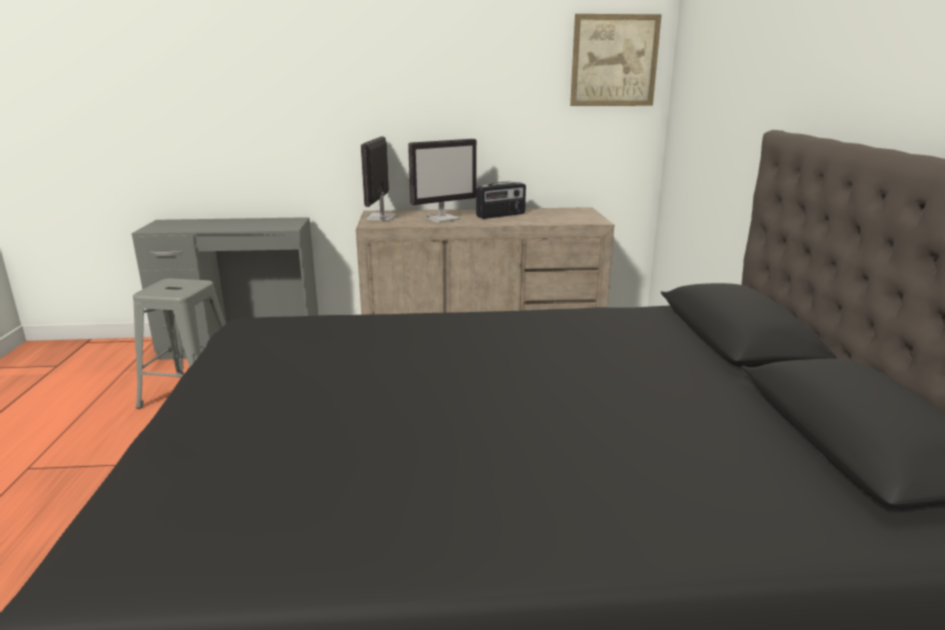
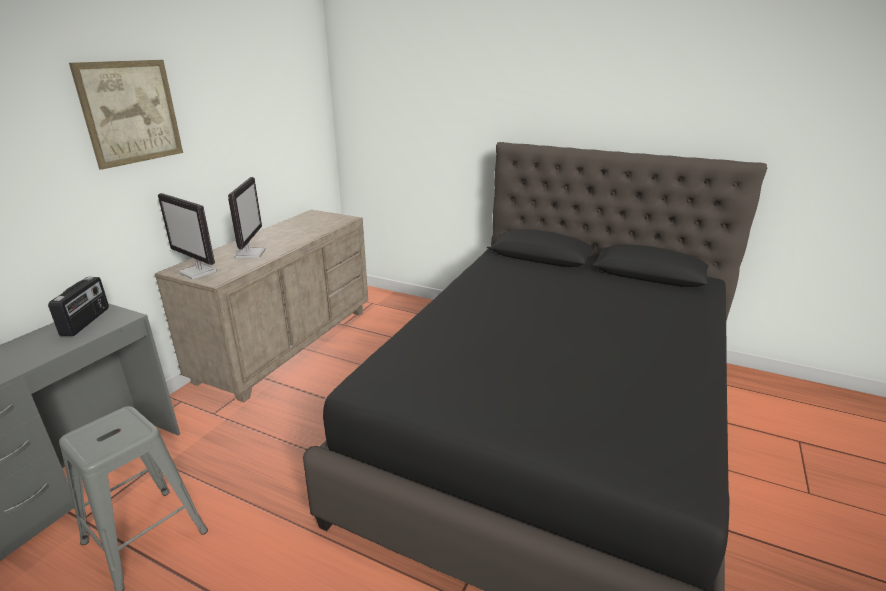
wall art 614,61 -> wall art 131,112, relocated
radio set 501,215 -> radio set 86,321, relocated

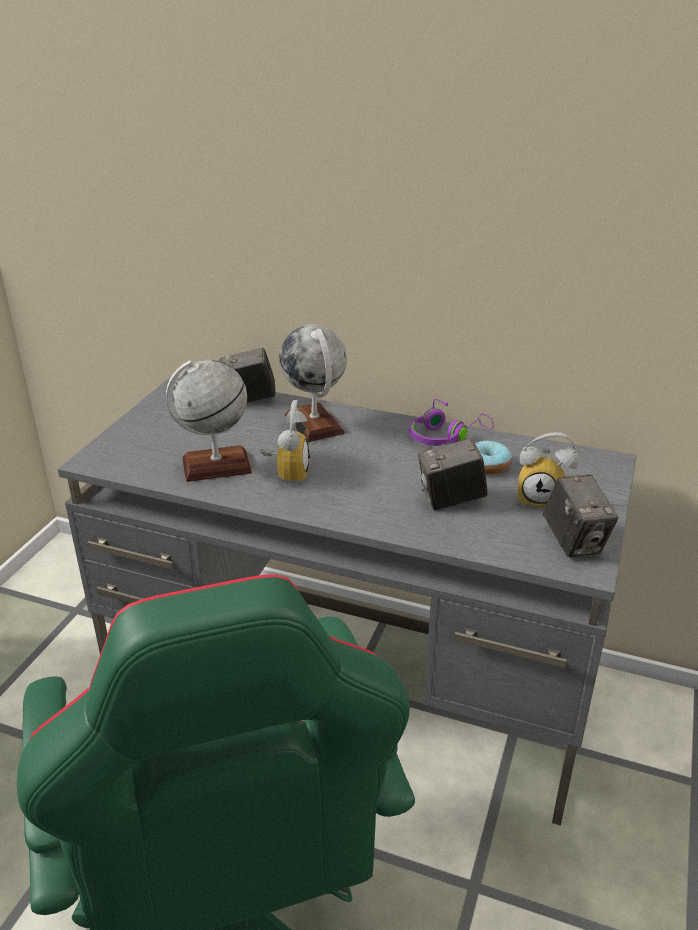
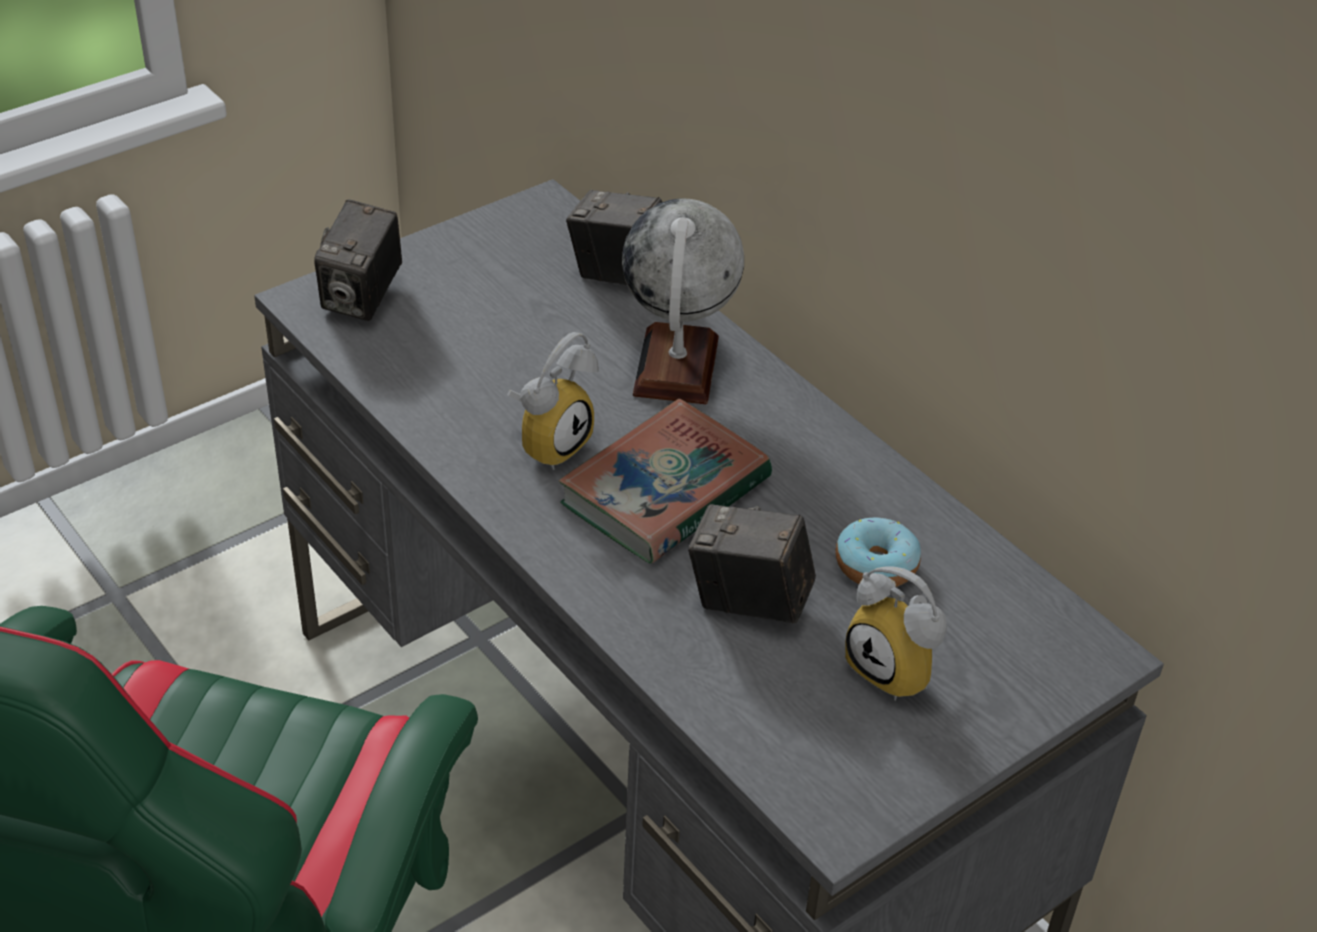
world globe 216,466 -> none
purple-coloured pair of headphones 445,437 -> none
still camera 574,542 -> still camera 362,298, relocated
none -> book 665,491

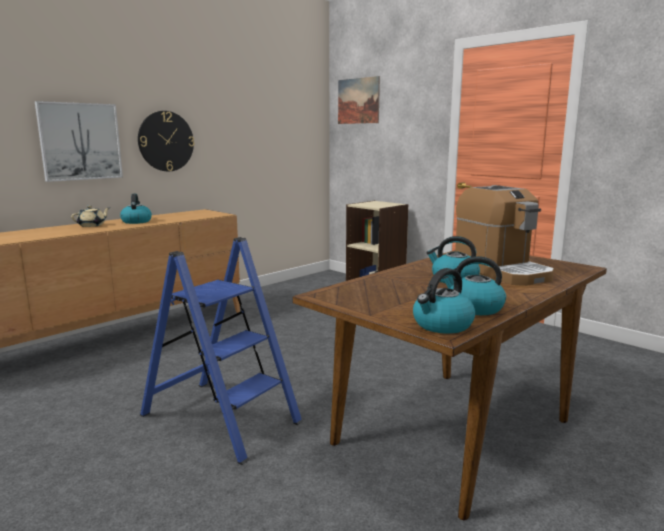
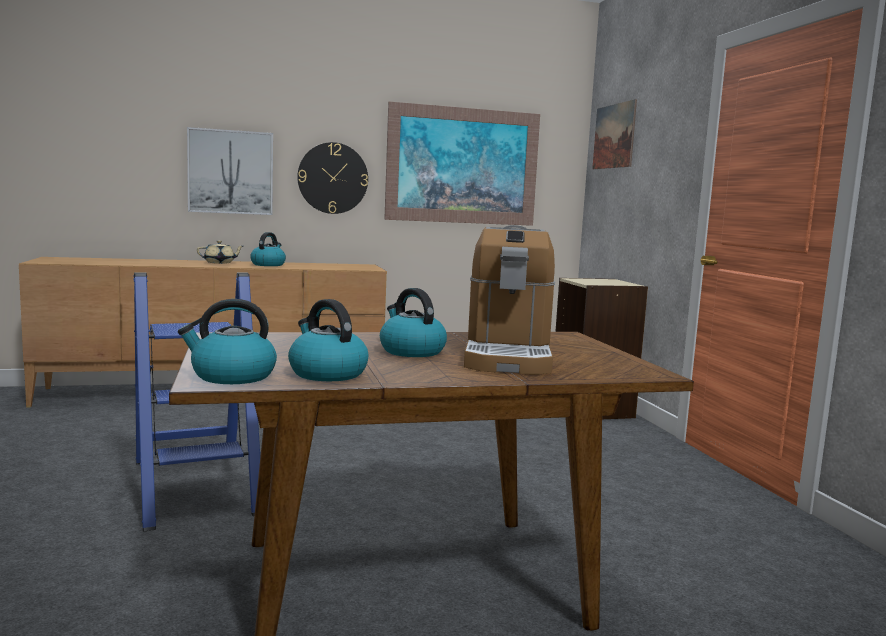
none -> wall art 463,166

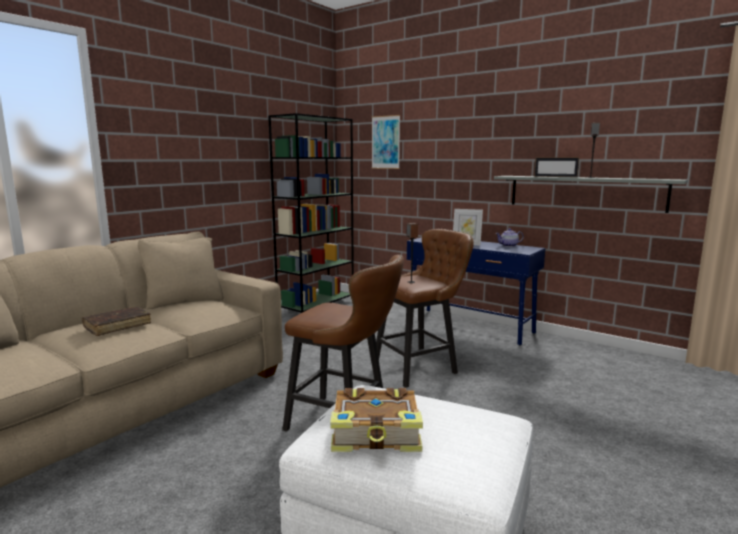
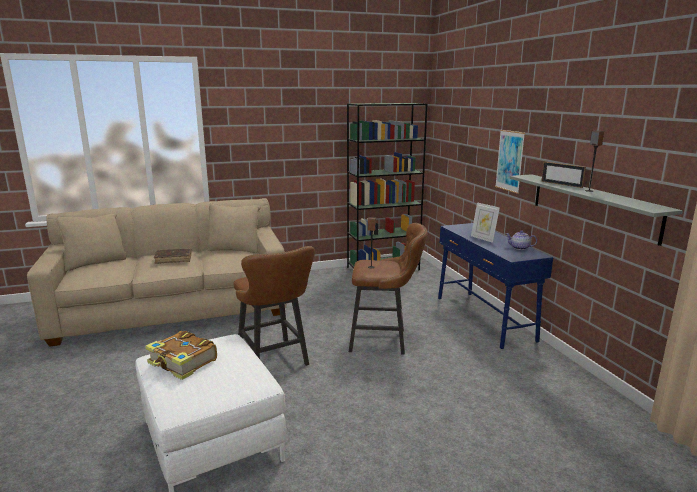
wall art 385,142 -> wall art 509,161, relocated

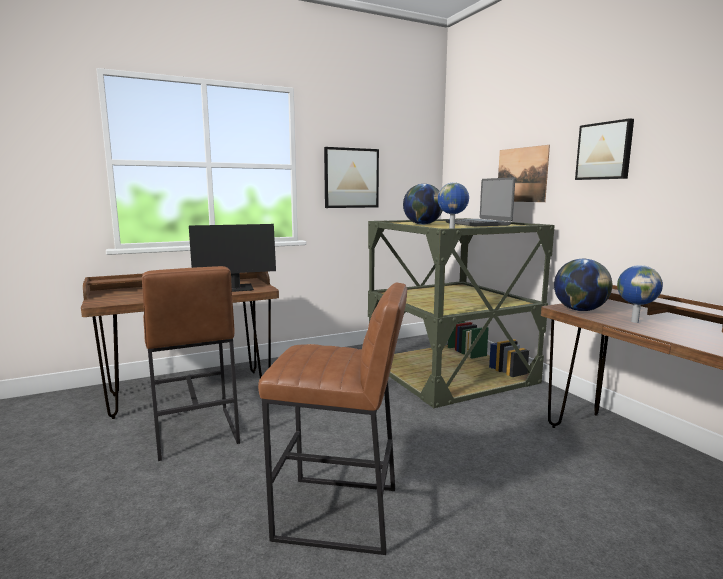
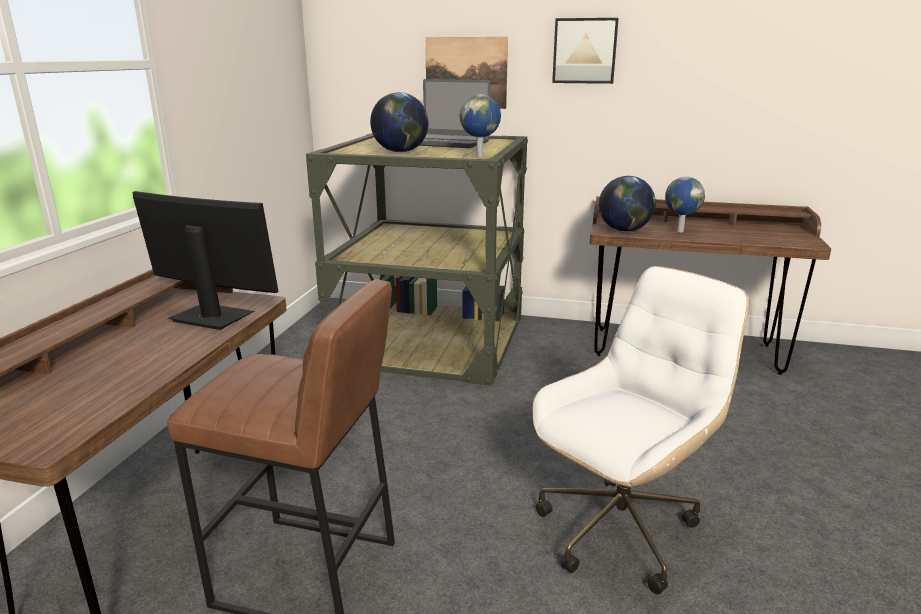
wall art 351,178 -> none
computer screen 235,289 -> computer screen 212,317, 90 degrees counterclockwise
brown sitting stool 339,513 -> white-coloured computer chair 622,529

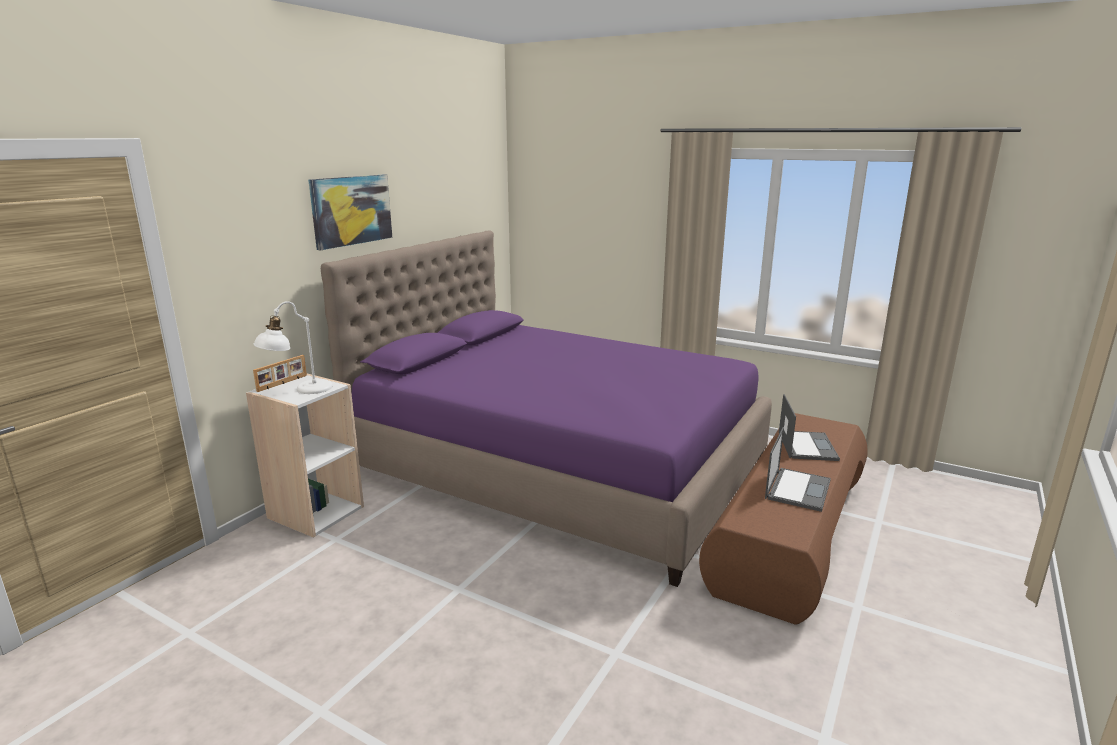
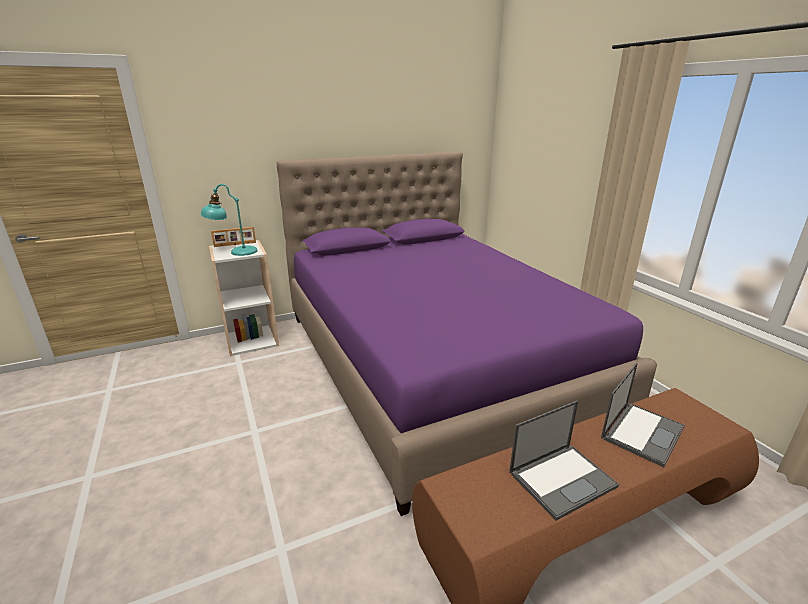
wall art 351,210 -> none
white-coloured tabletop lamp 299,391 -> turquoise-coloured tabletop lamp 233,251

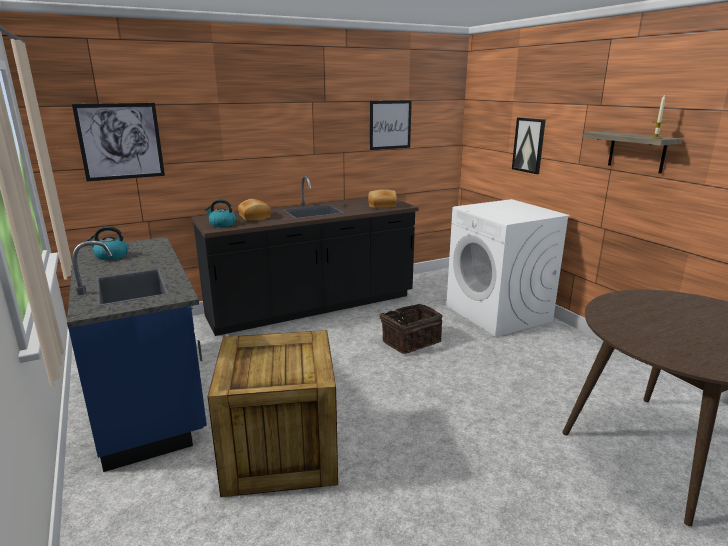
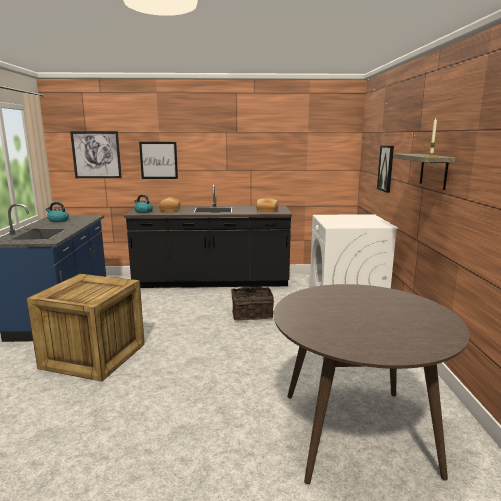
wall art 390,125 -> wall art 158,160, relocated

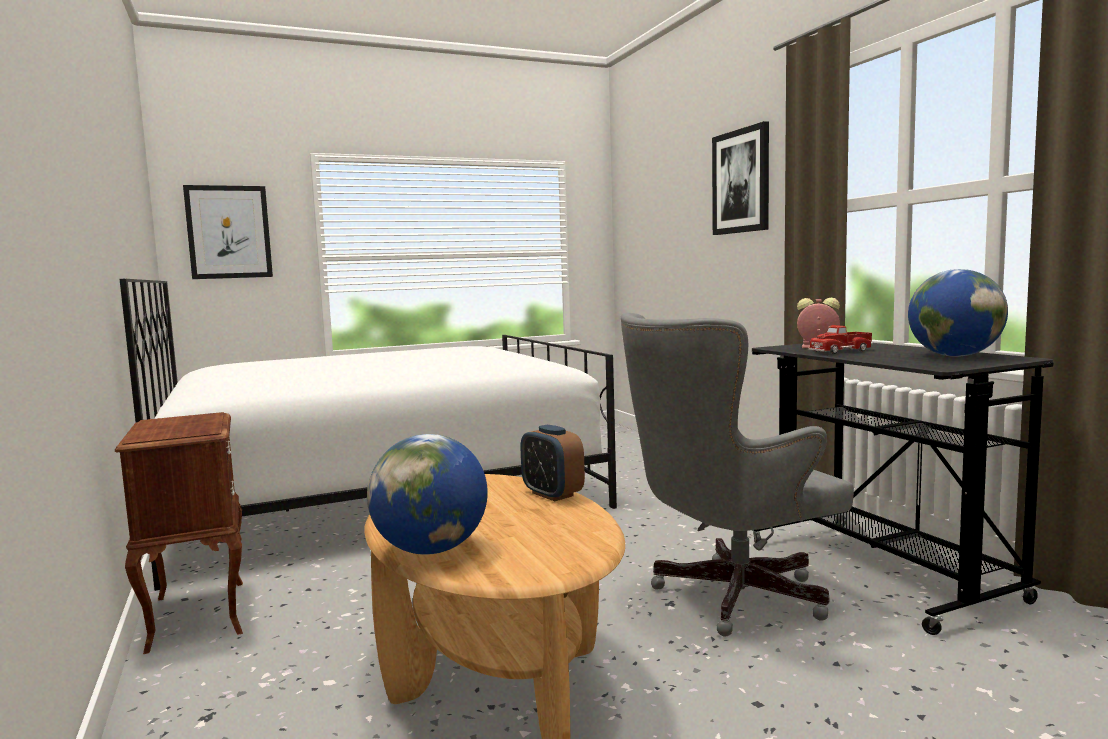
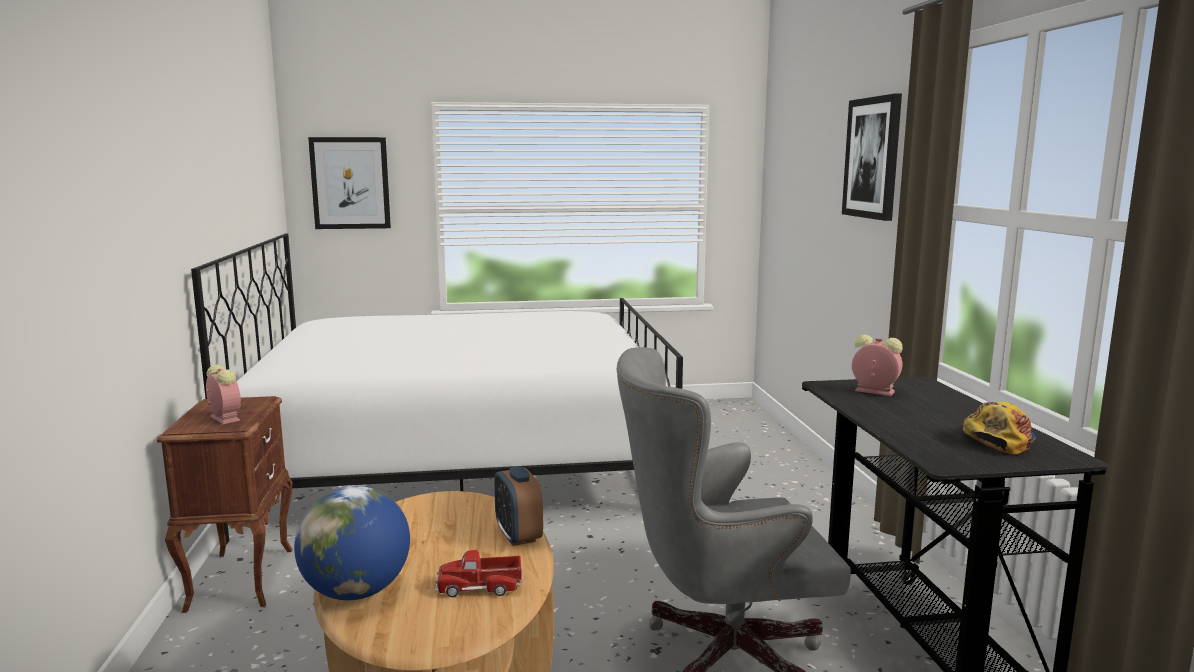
world globe 954,356 -> peaked cap 998,439
toy lorry 840,351 -> toy lorry 479,587, relocated
none -> alarm clock 224,418

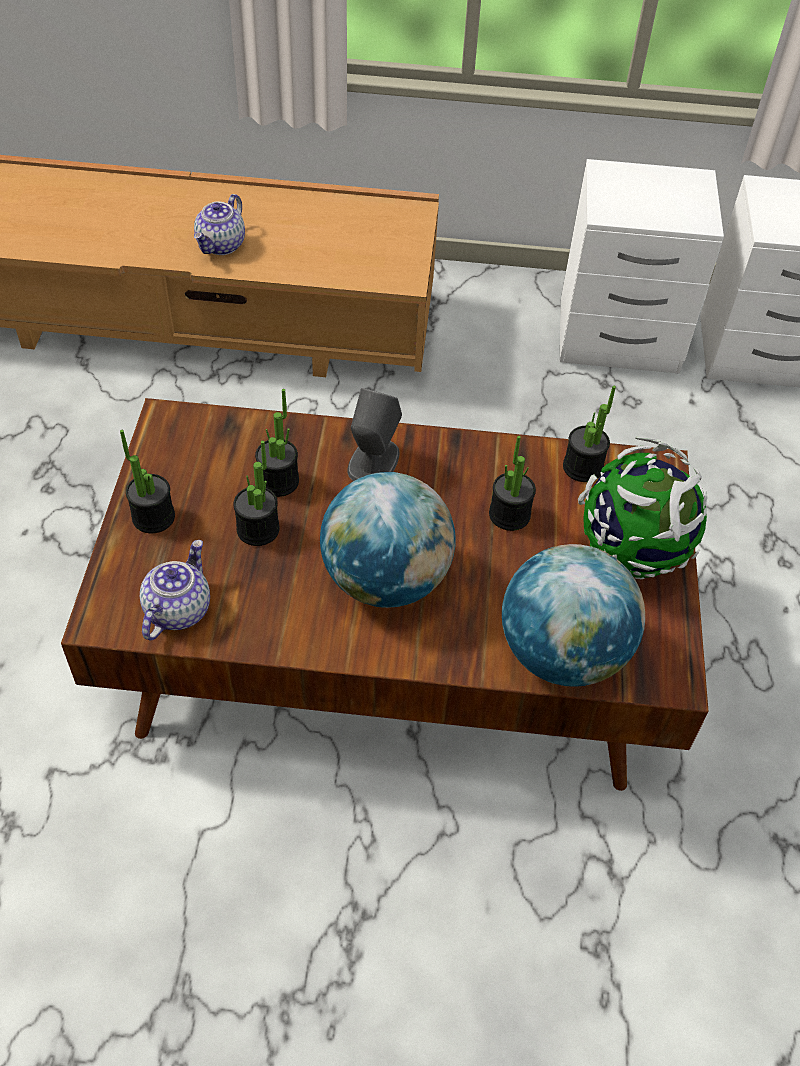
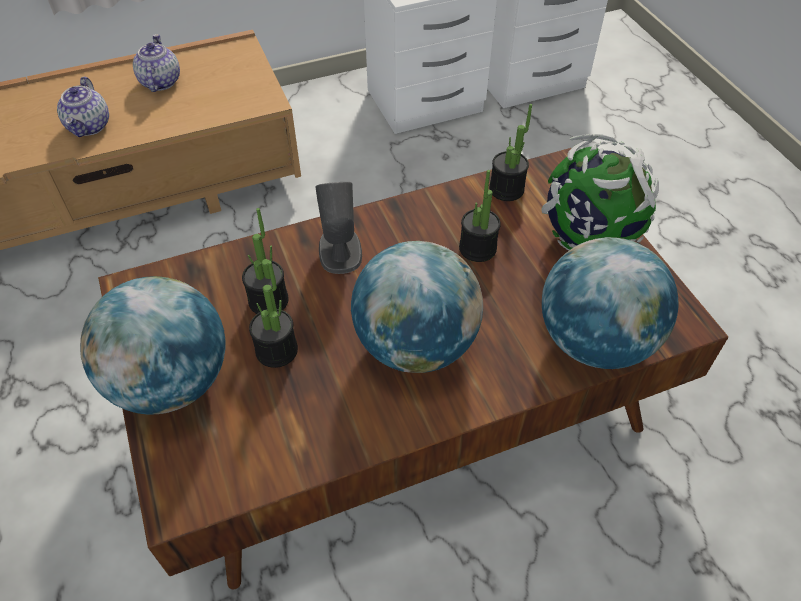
plant in a pot 153,517 -> world globe 171,381
teapot 177,609 -> teapot 160,82, relocated

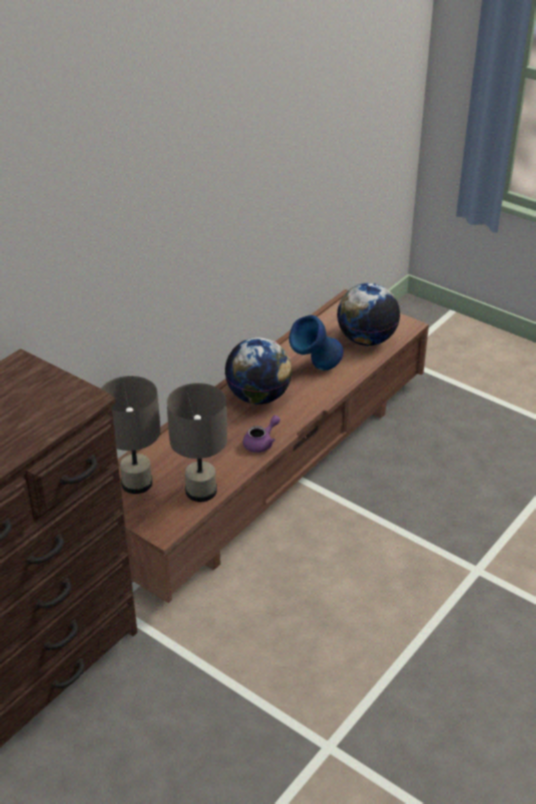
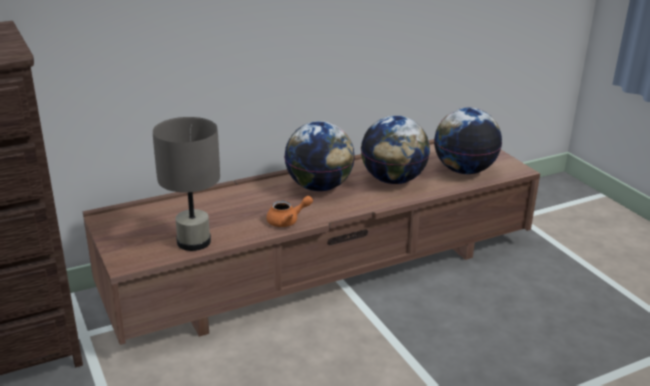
blue-coloured vase 315,369 -> world globe 393,180
greyish tabletop lamp 136,483 -> none
purple-coloured teapot 261,443 -> orange teapot 287,221

